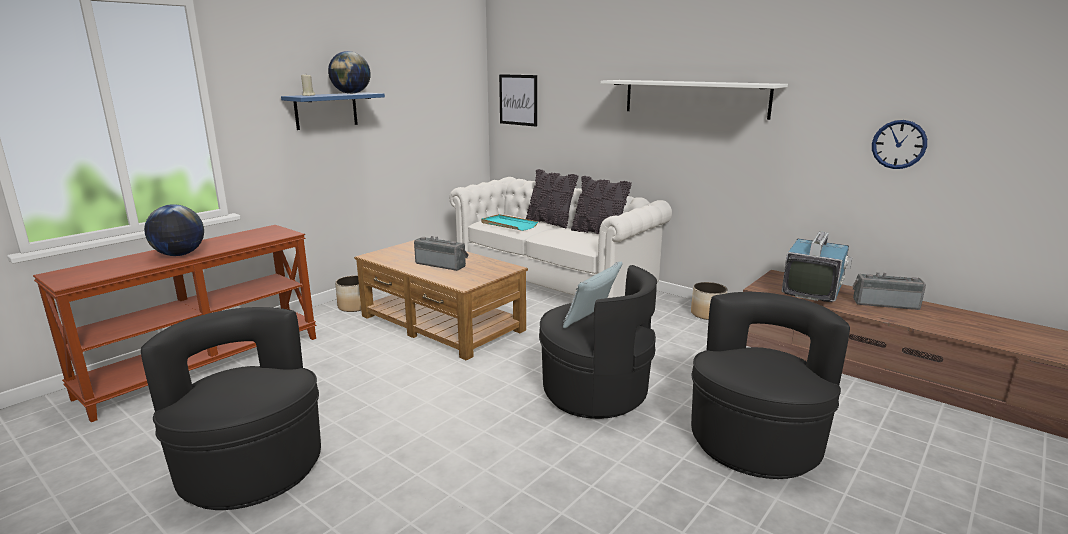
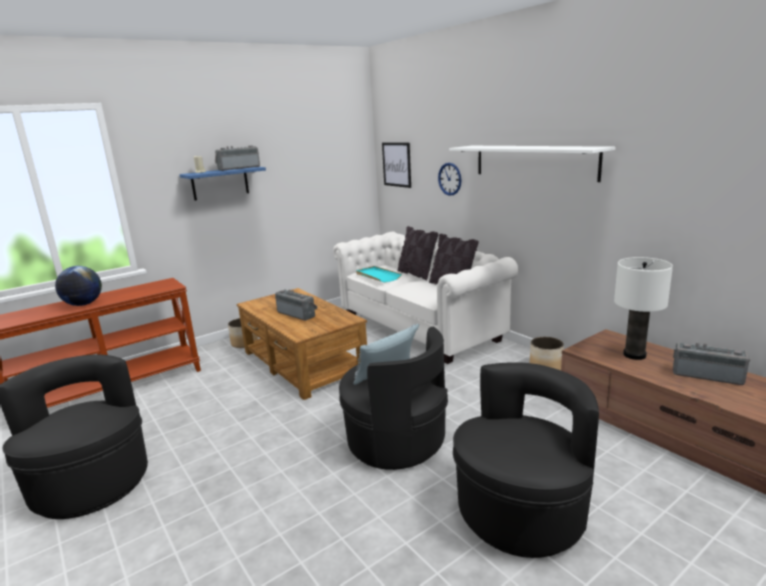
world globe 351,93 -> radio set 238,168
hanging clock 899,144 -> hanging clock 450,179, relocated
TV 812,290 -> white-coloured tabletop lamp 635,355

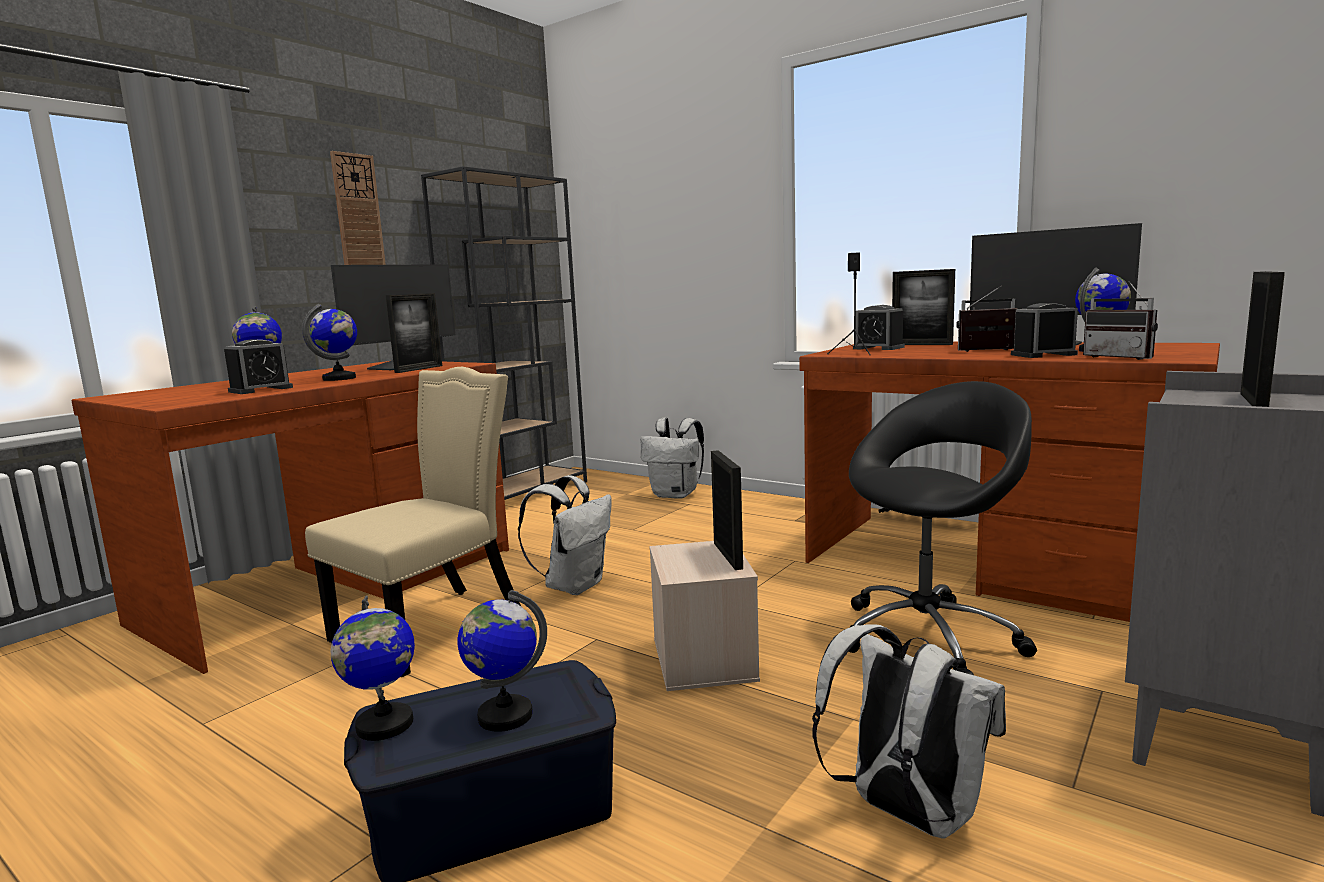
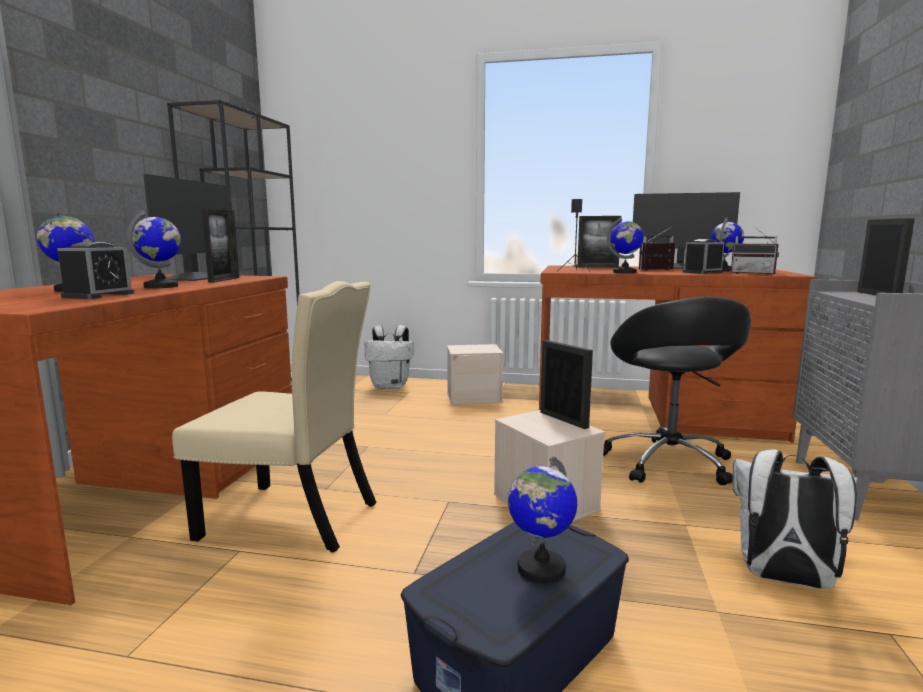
hanging clock 358,216 -> none
alarm clock 878,348 -> none
beige-coloured plain chair 428,629 -> beige-coloured plain chair 288,518, 90 degrees clockwise
black-coloured computer chair 930,637 -> black-coloured computer chair 669,464, 135 degrees clockwise
white-coloured knapsack 574,586 -> none
world globe 384,725 -> world globe 624,272, relocated
none -> beige-coloured storage container 474,397

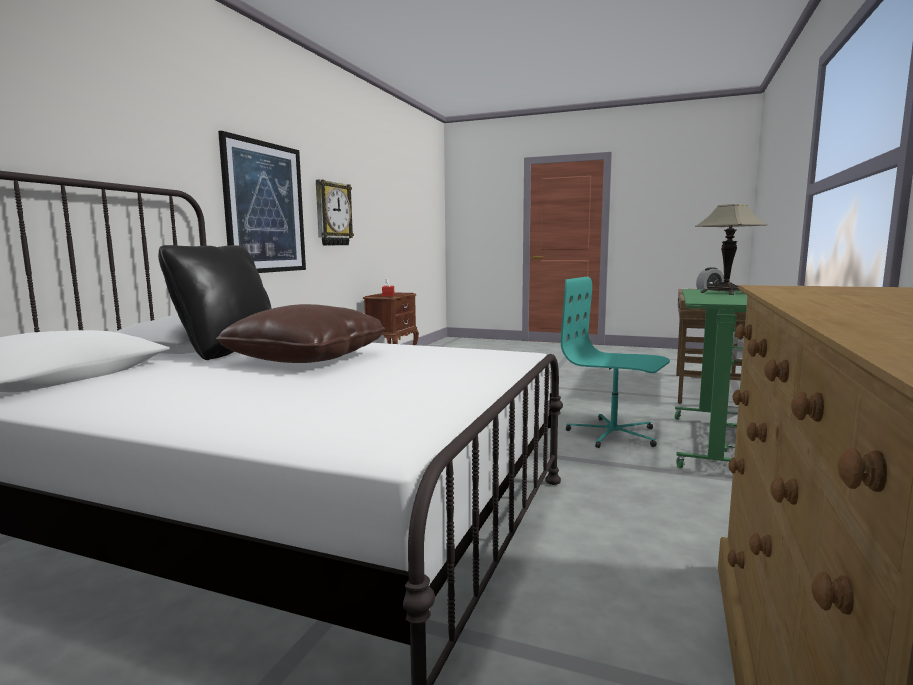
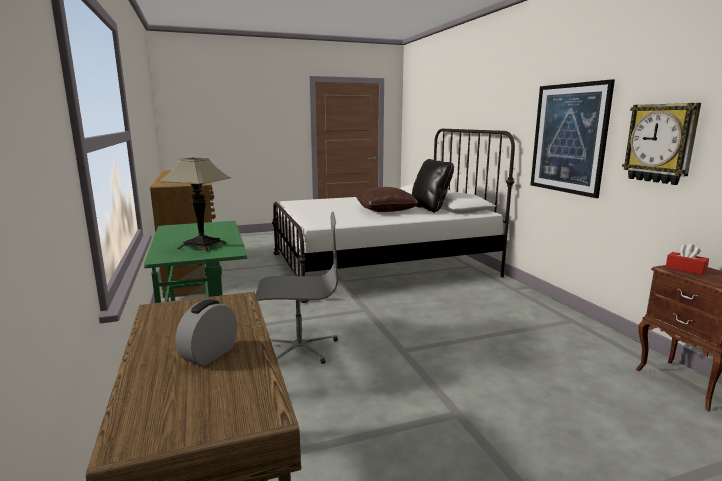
turquoise-coloured computer chair 613,434 -> greyish computer chair 299,348

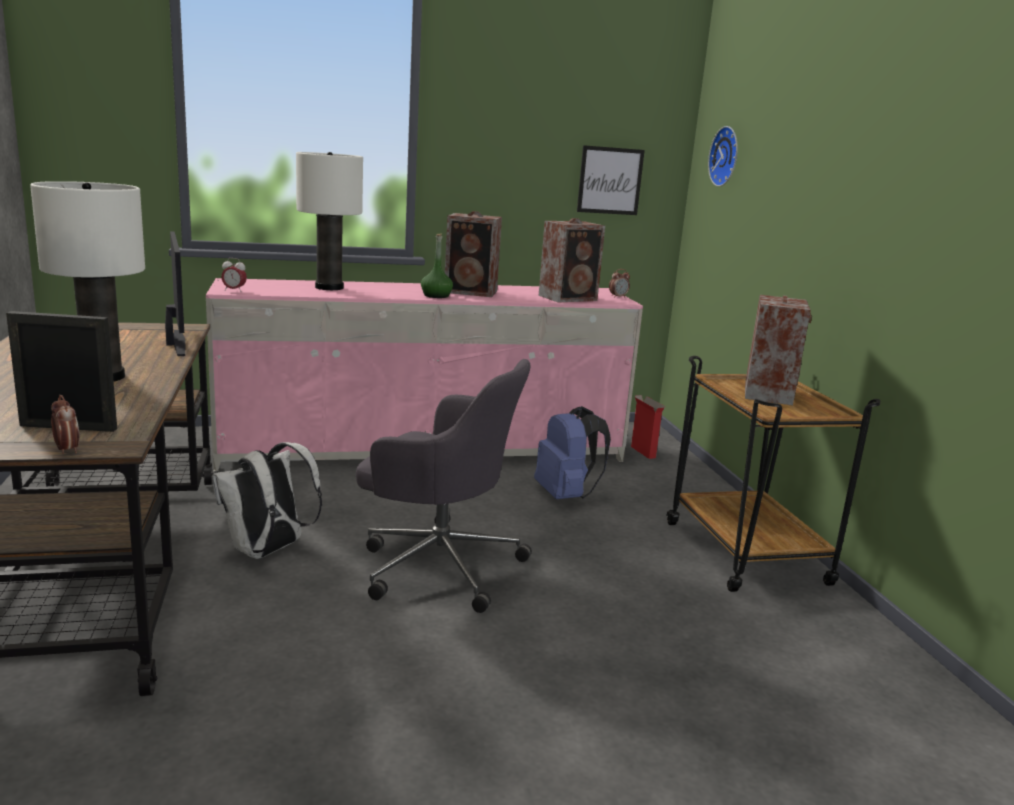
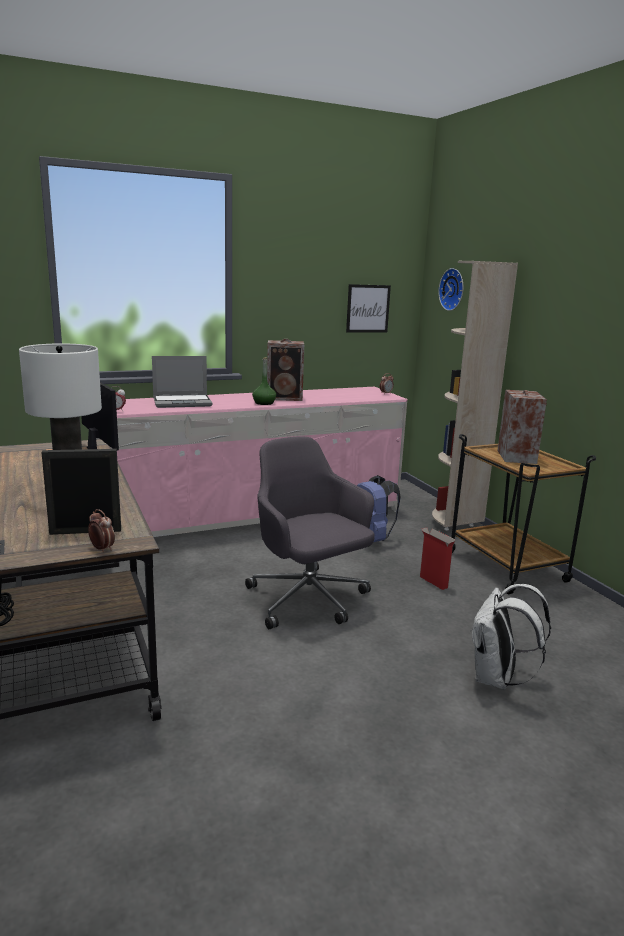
white-coloured tabletop lamp 329,287 -> notebook computer 183,402
loudspeaker 569,298 -> none
greyish computer chair 438,564 -> greyish computer chair 308,600, 135 degrees counterclockwise
packing box 642,452 -> packing box 433,582, relocated
white-coloured knapsack 268,551 -> white-coloured knapsack 497,679, relocated
none -> beige-coloured bookcase 452,522

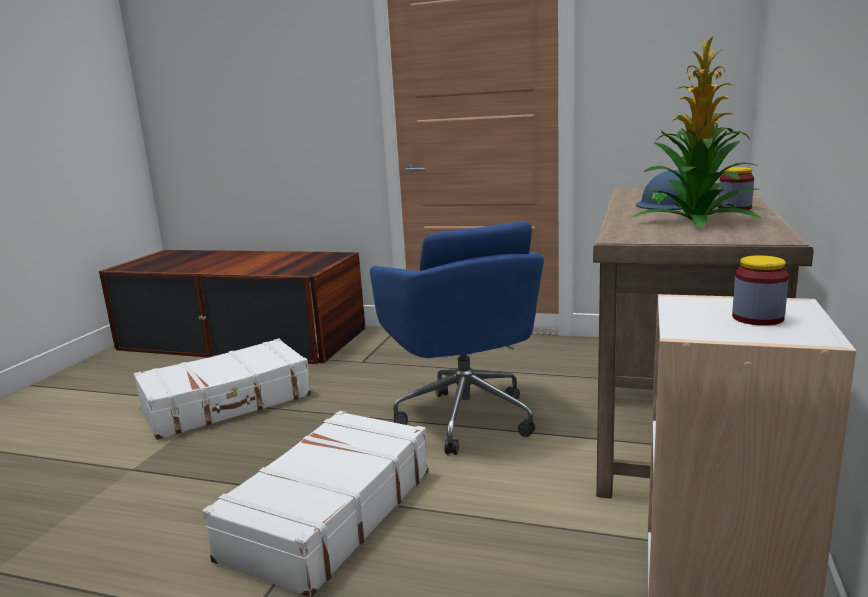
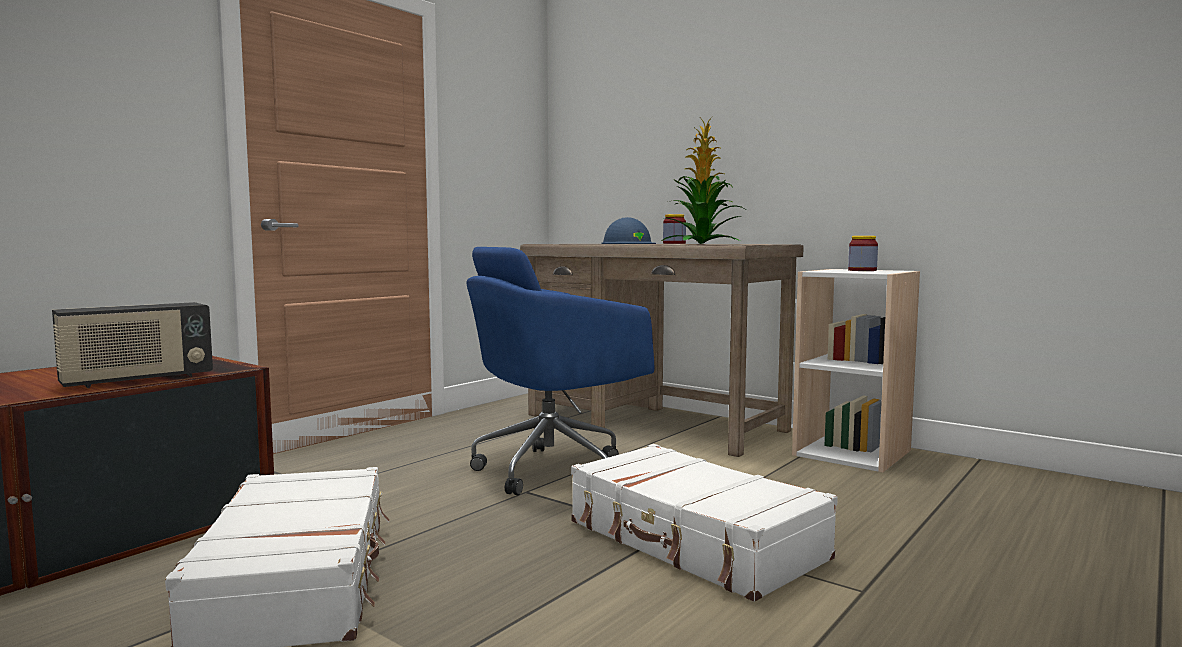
blue-coloured computer chair 463,417 -> blue-coloured computer chair 556,470, 150 degrees clockwise
none -> radio set 137,380

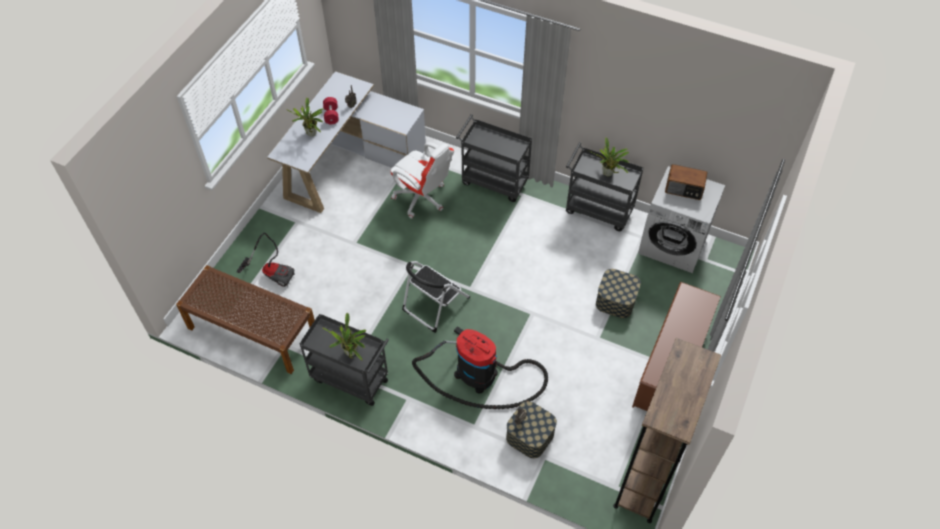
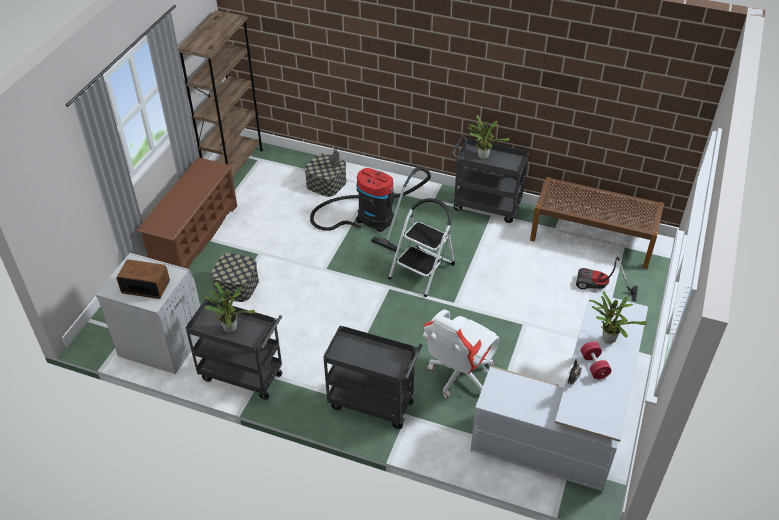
white-coloured computer chair 423,200 -> white-coloured computer chair 457,378, 90 degrees counterclockwise

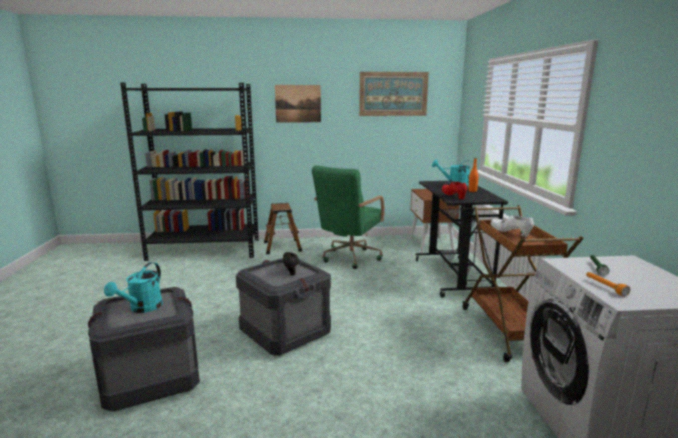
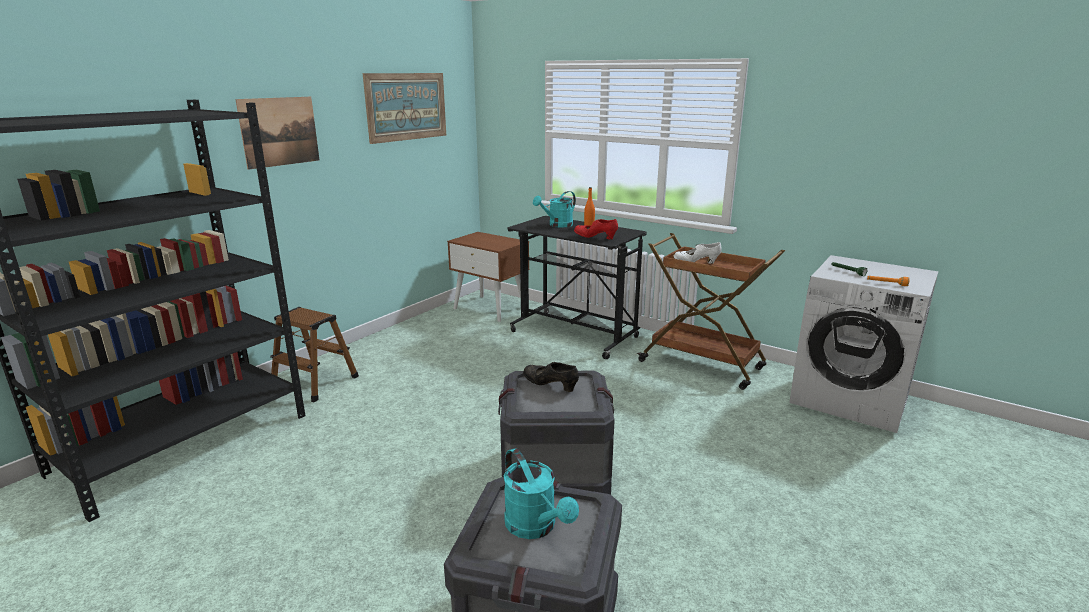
green-coloured computer chair 349,259 -> none

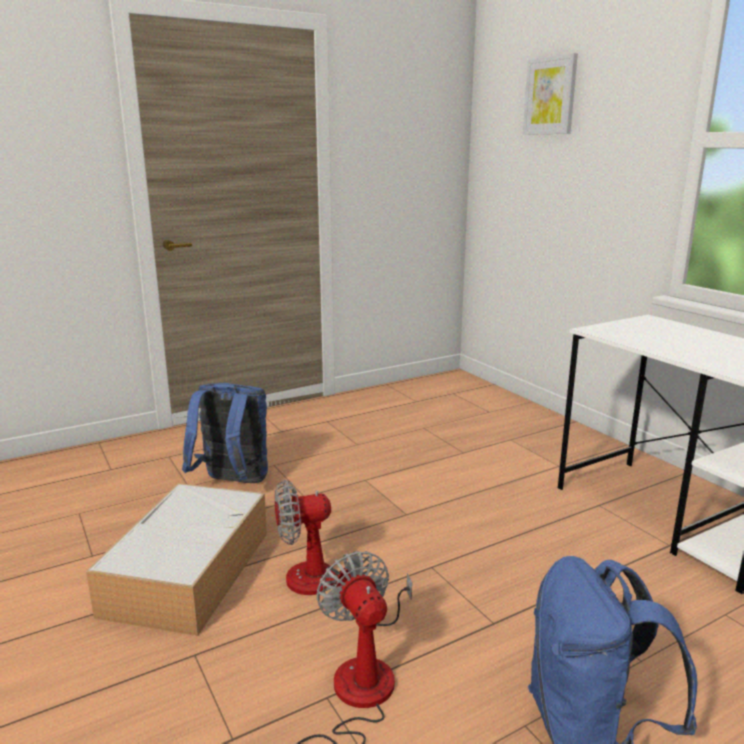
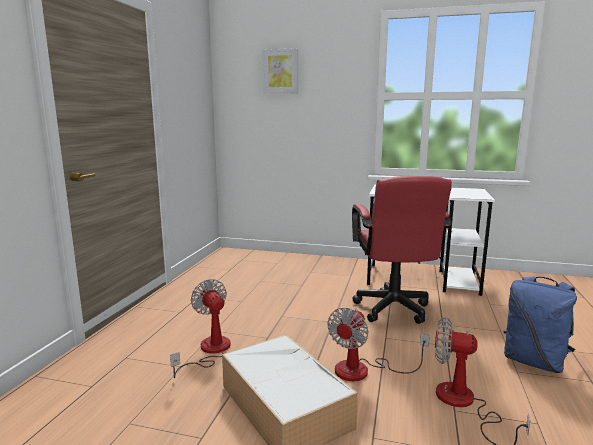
blue-coloured knapsack 232,483 -> electric fan 209,351
none -> reddish computer chair 394,311

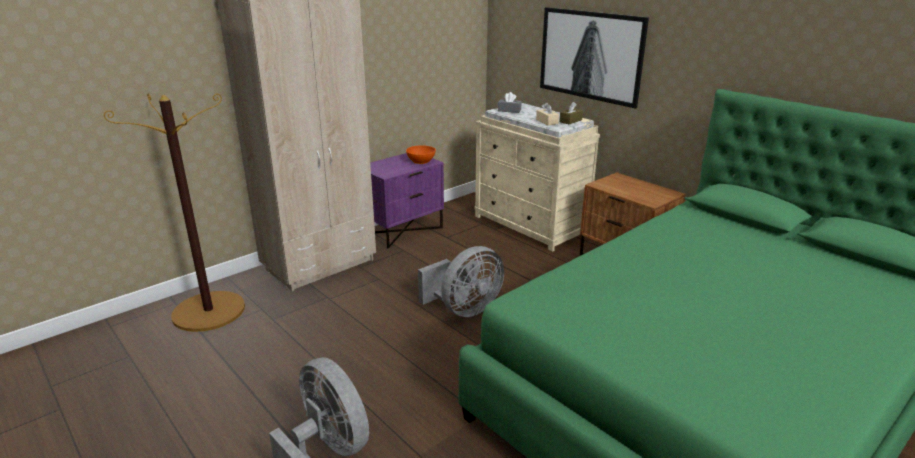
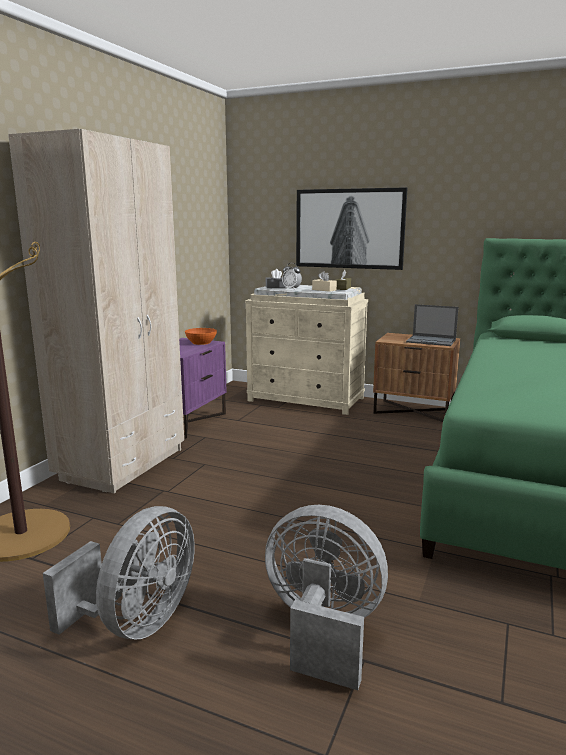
greyish electric fan 464,309 -> greyish electric fan 137,622, relocated
none -> alarm clock 291,289
none -> notebook computer 431,341

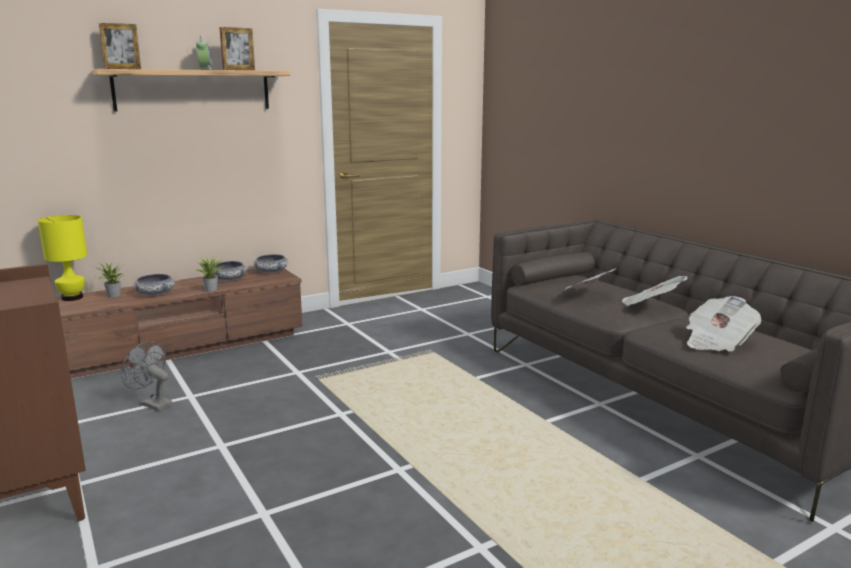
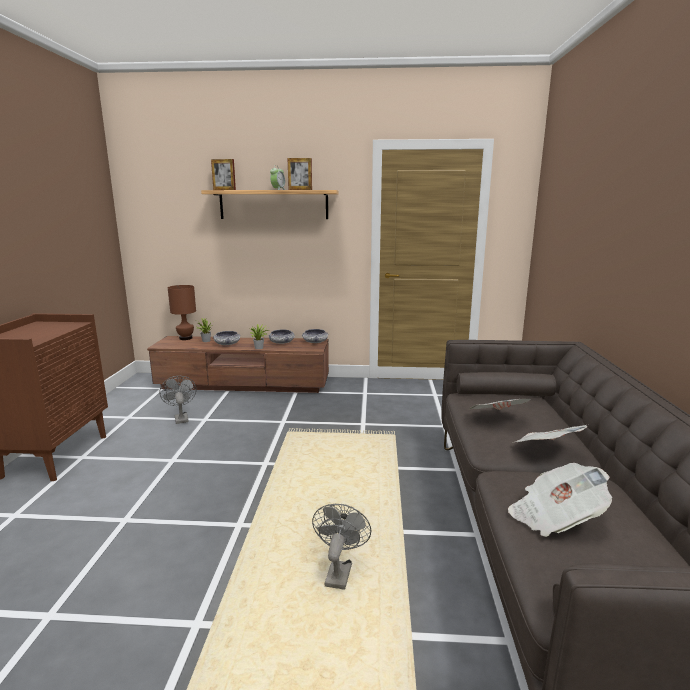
yellowish tabletop lamp 72,297 -> brown tabletop lamp 186,338
none -> greyish electric fan 339,571

